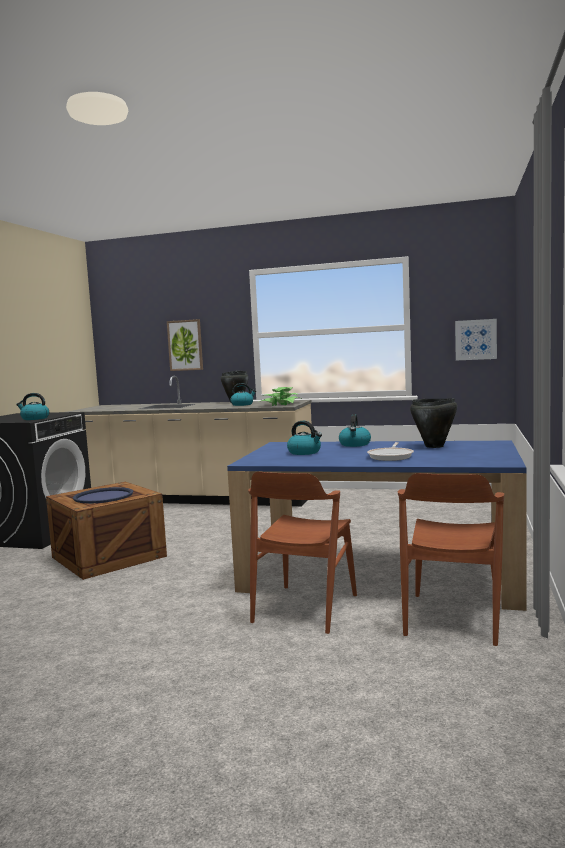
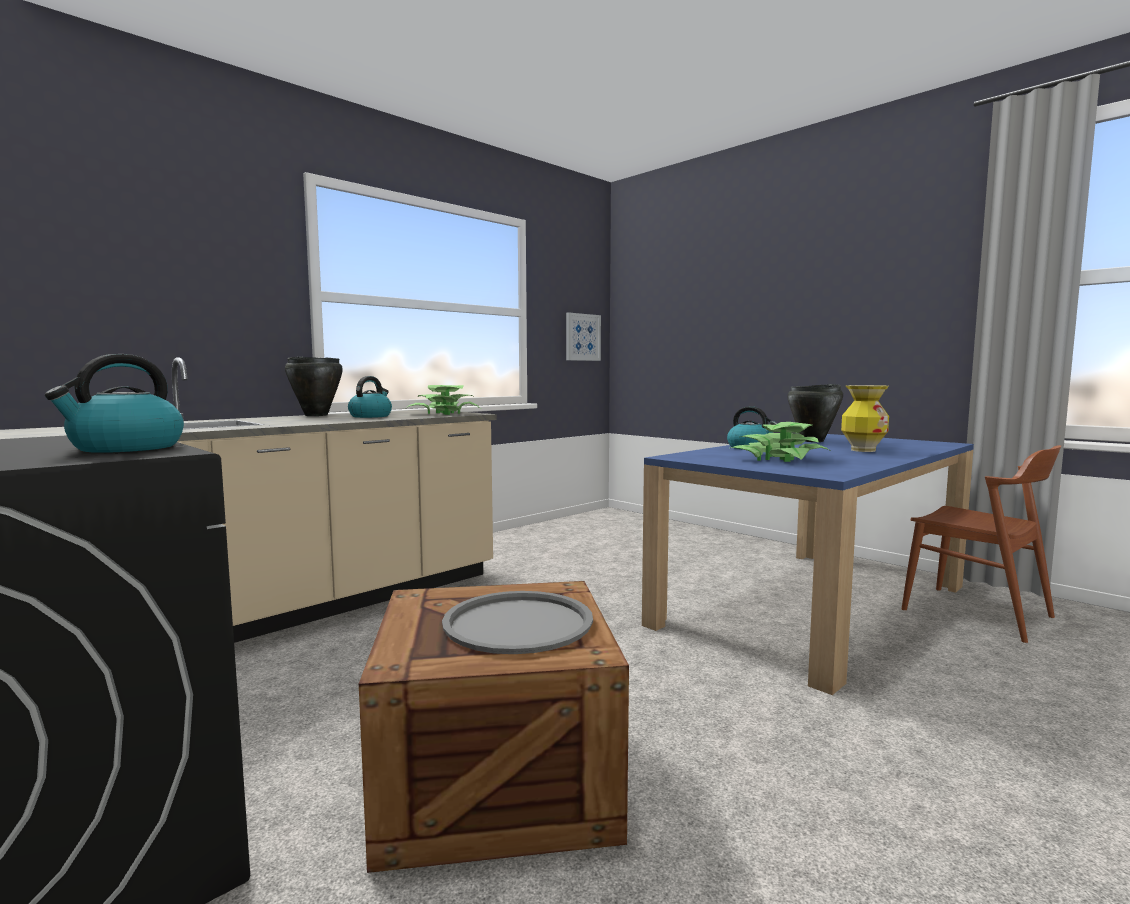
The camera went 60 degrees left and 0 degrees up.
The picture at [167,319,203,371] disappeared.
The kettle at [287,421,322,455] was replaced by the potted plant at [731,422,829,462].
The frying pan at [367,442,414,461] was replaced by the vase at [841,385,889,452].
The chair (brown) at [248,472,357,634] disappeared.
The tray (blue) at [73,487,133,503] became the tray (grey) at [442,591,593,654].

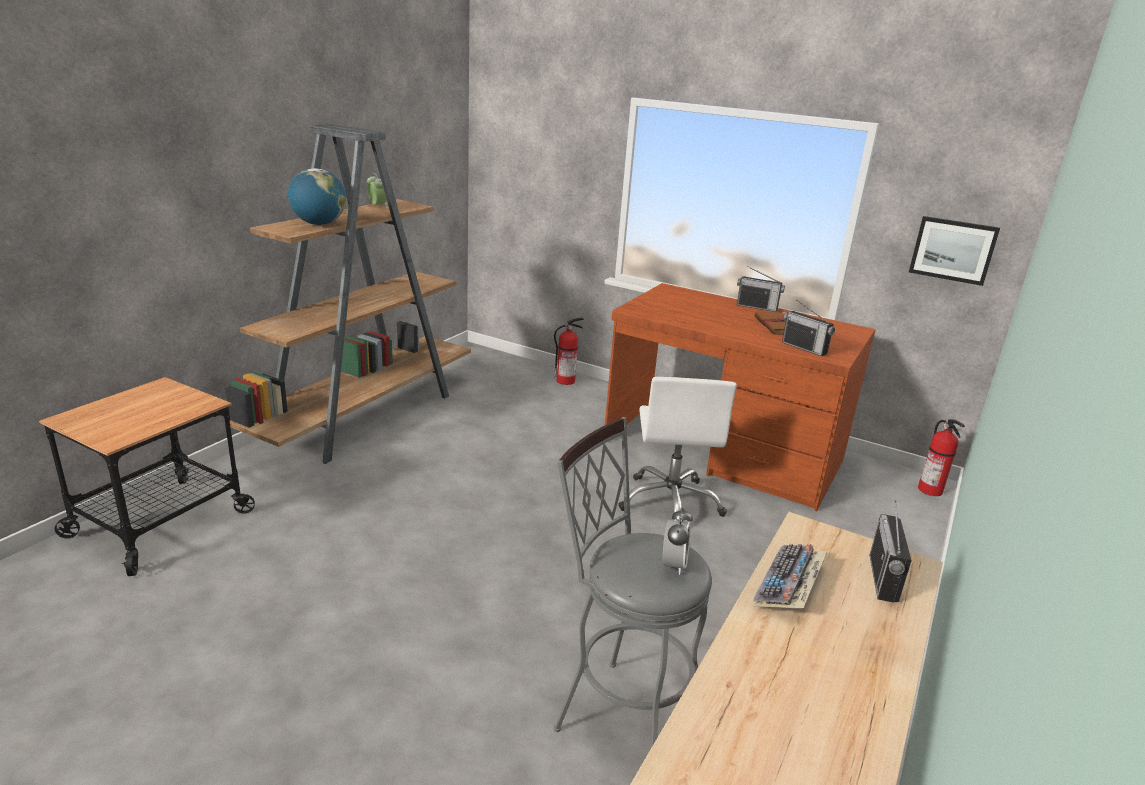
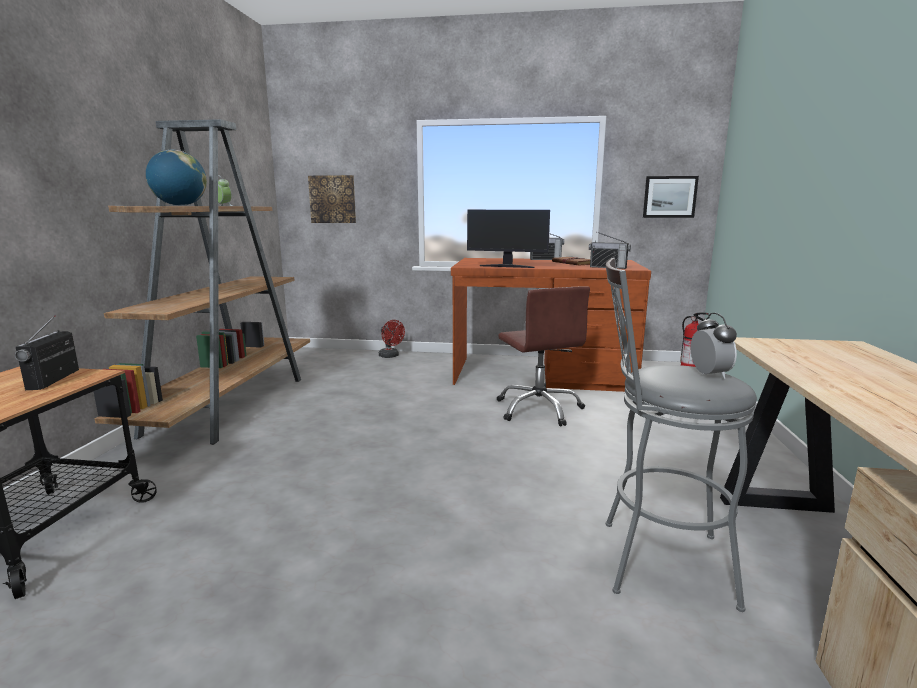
The camera went 20 degrees left and 10 degrees down.
The fire extinguisher at [554,318,584,385] was replaced by the fan (red) at [379,320,405,358].
The office chair (white) at [618,377,737,521] became the office chair (brown) at [497,286,590,426].
The radio moved from [870,500,912,602] to [15,315,79,390].
The keyboard at [752,544,827,608] disappeared.
The picture at [308,175,356,223] appeared.
The monitor at [467,210,550,268] appeared.

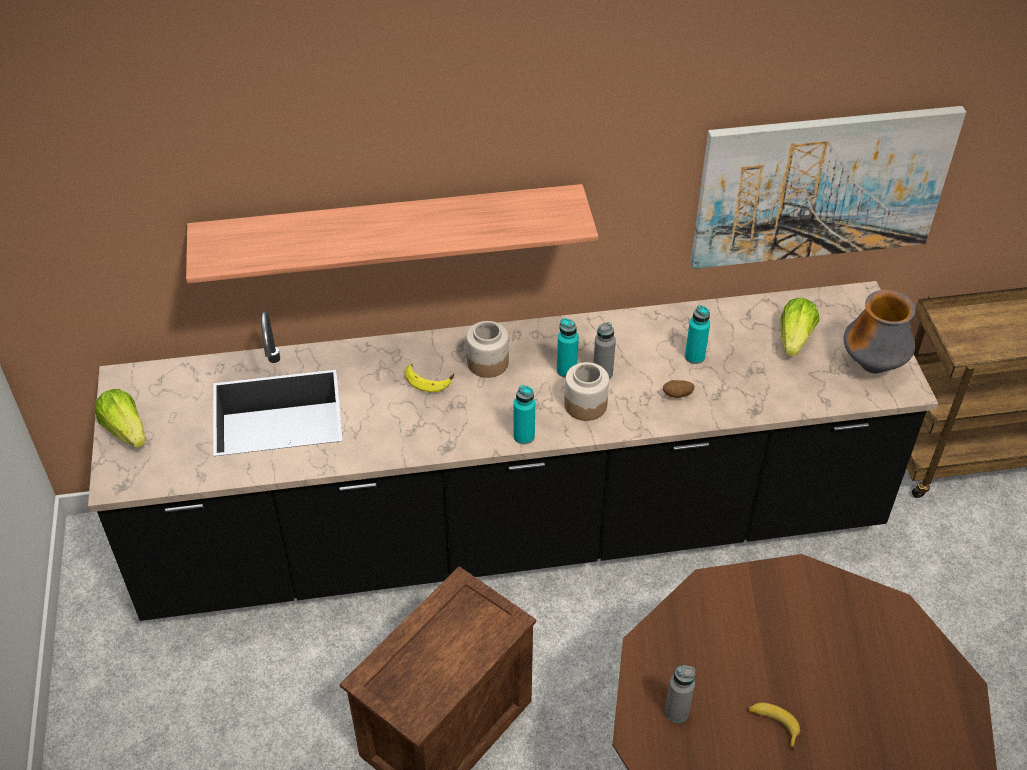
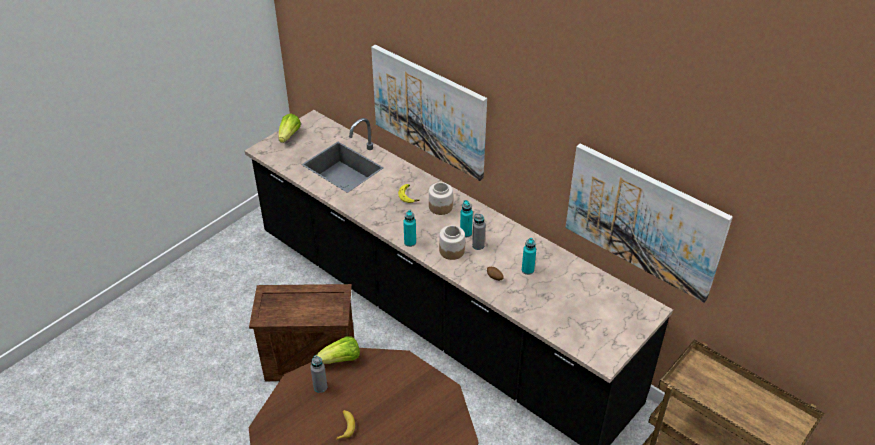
The camera went 50 degrees right and 5 degrees down.
The shelf at [186,184,598,283] was replaced by the picture at [371,45,487,181].
The vase at [843,290,916,373] disappeared.
The lettuce moved from [780,298,819,357] to [317,336,360,364].

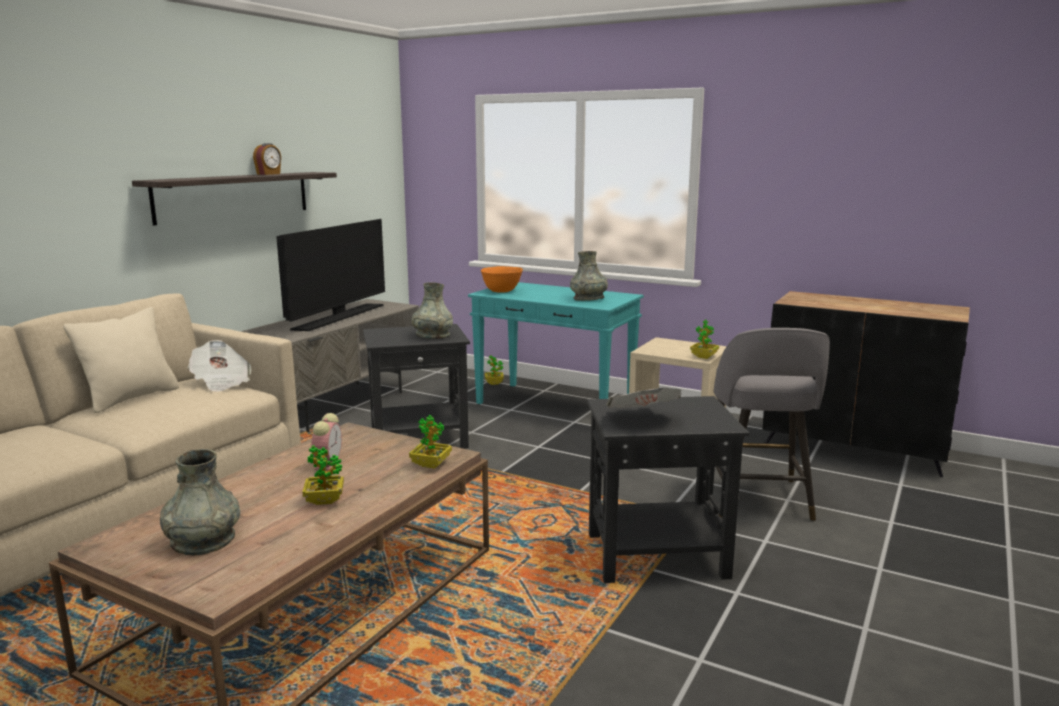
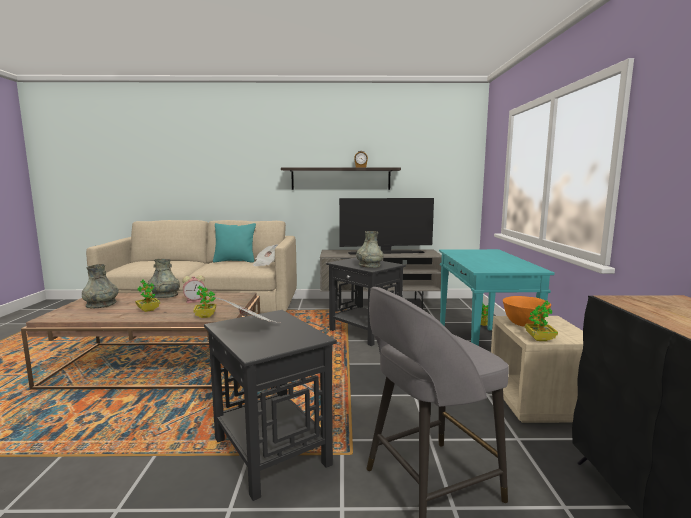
The camera went 60 degrees right and 5 degrees down.
The vase (grey) moved from [570,251,608,301] to [148,259,180,298].
The bowl (orange) moved from [481,266,523,293] to [503,296,551,327].
The pillow (beige) at [64,307,179,413] became the pillow (turquoise) at [213,223,256,263].

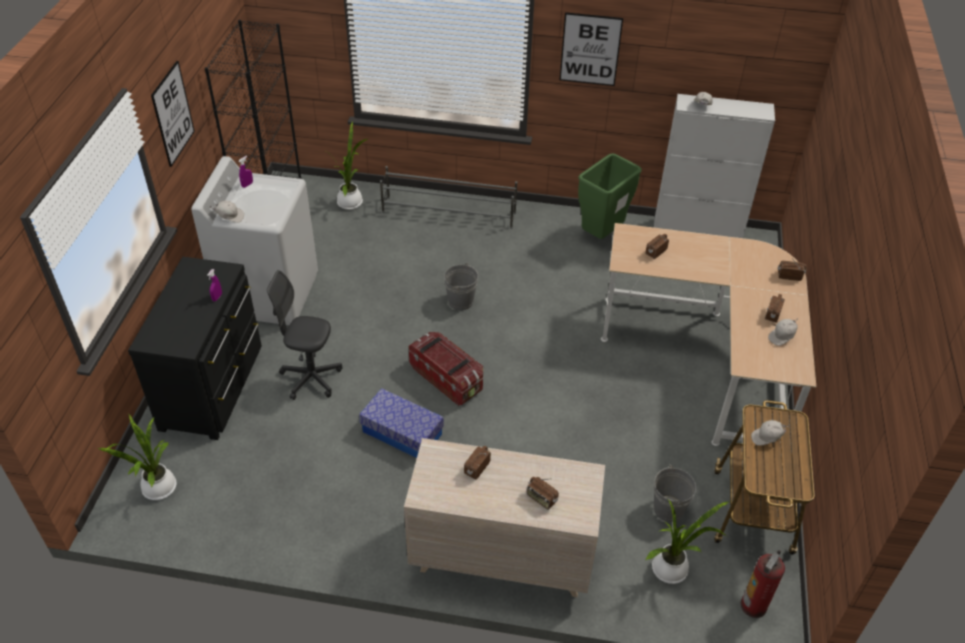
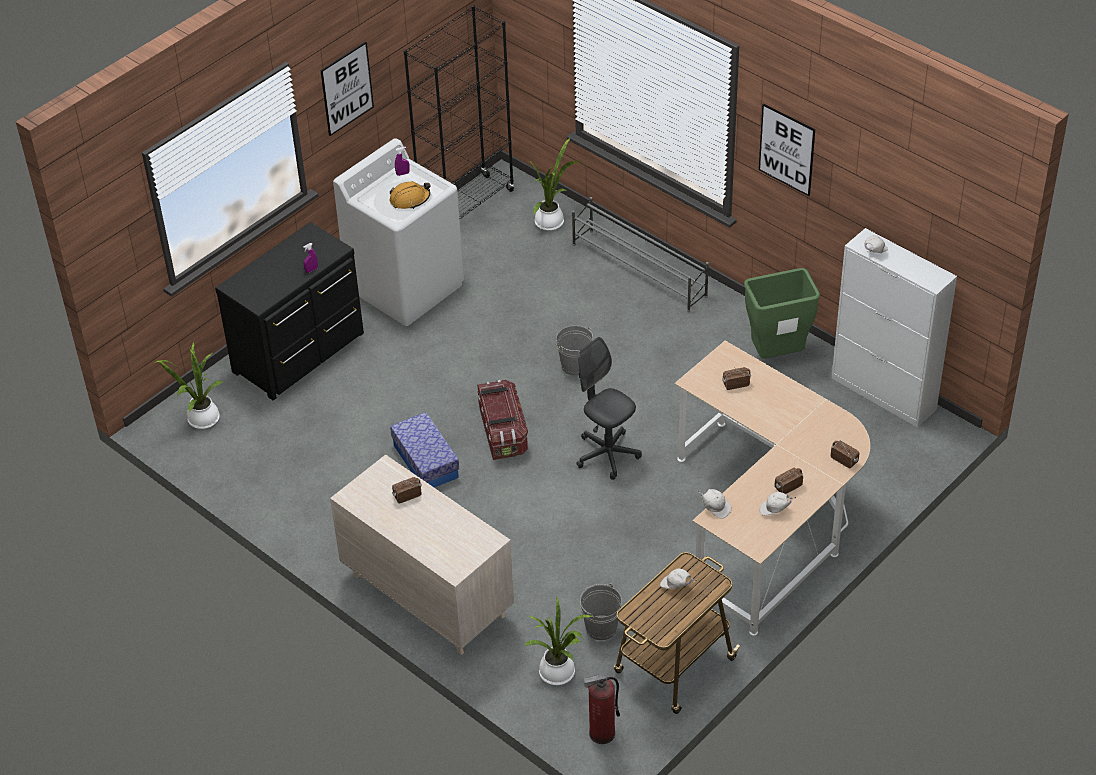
The camera went 35 degrees right and 0 degrees up.
The cap (white) moved from [209,201,244,223] to [697,489,732,519].
The office chair (grey) moved from [267,270,342,400] to [576,337,642,480].
The radio at [527,477,559,510] disappeared.
The hard hat (orange) at [390,181,431,209] appeared.

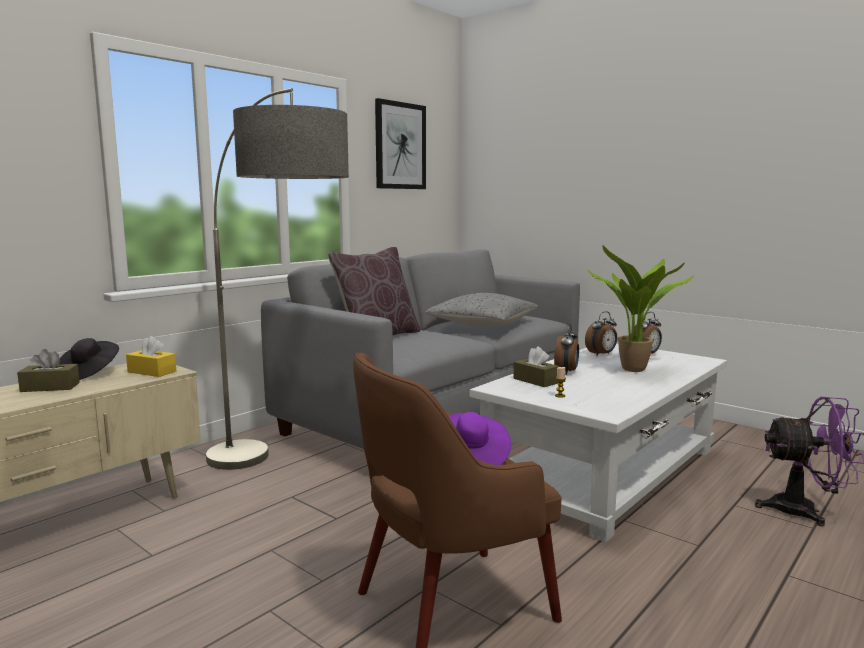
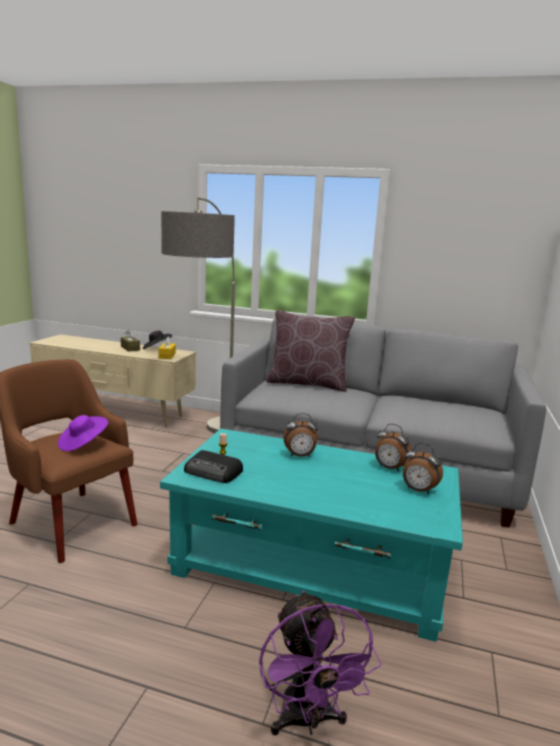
The camera went 65 degrees right and 5 degrees up.
The picture at [375,98,426,189] disappeared.
The potted plant at [588,245,694,372] disappeared.
The pillow (grey) at [426,293,538,327] disappeared.
The coffee table (white) at [470,343,727,542] became the coffee table (turquoise) at [160,428,463,642].
The tissue box (brown) at [514,347,559,387] disappeared.
The radio at [184,450,243,483] appeared.

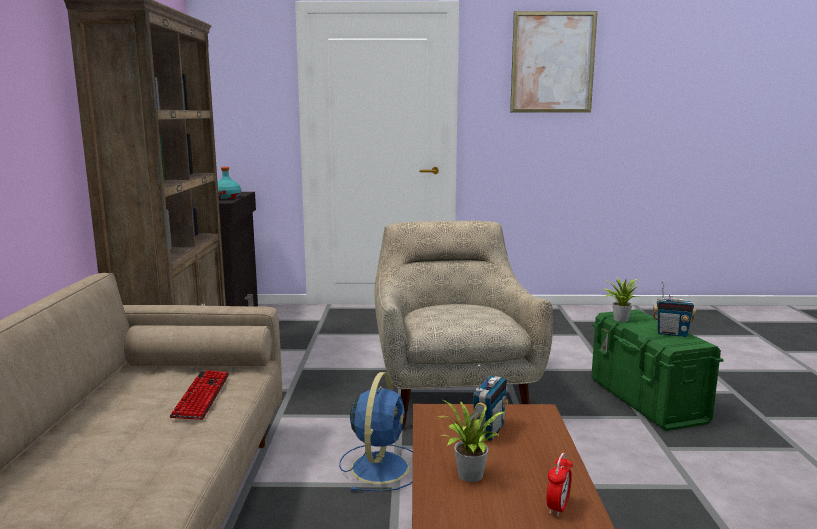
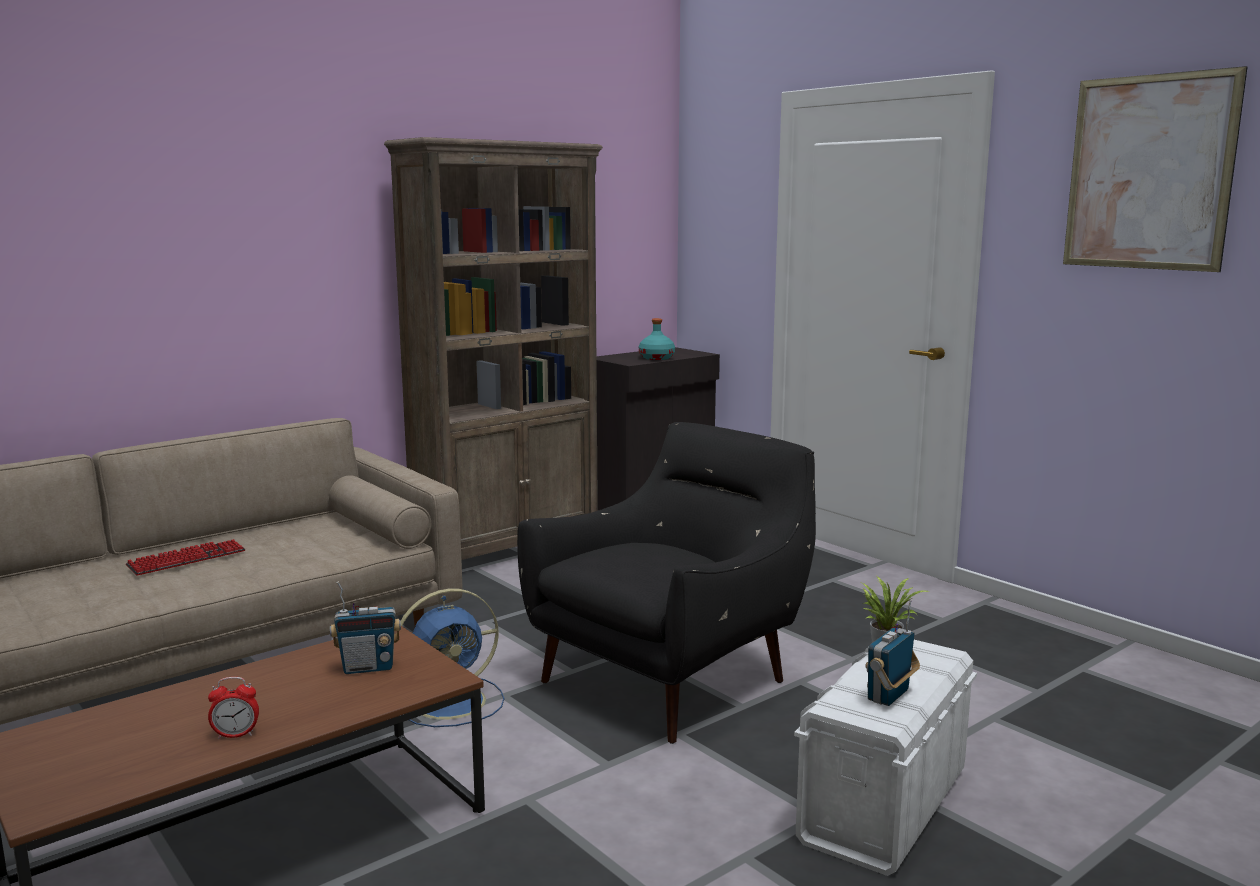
The camera went 50 degrees right and 0 degrees up.
The armchair (beige) at [375,221,553,429] became the armchair (black) at [517,422,816,744].
The radio at [653,281,696,337] turned 60 degrees clockwise.
The storage box (green) at [591,309,724,431] became the storage box (white) at [794,640,977,876].
The keyboard moved from [169,370,229,420] to [126,539,246,576].
The potted plant at [438,399,504,482] disappeared.

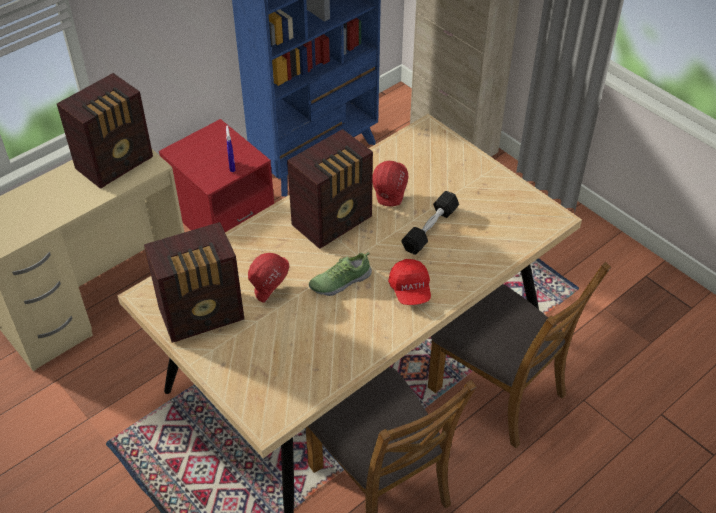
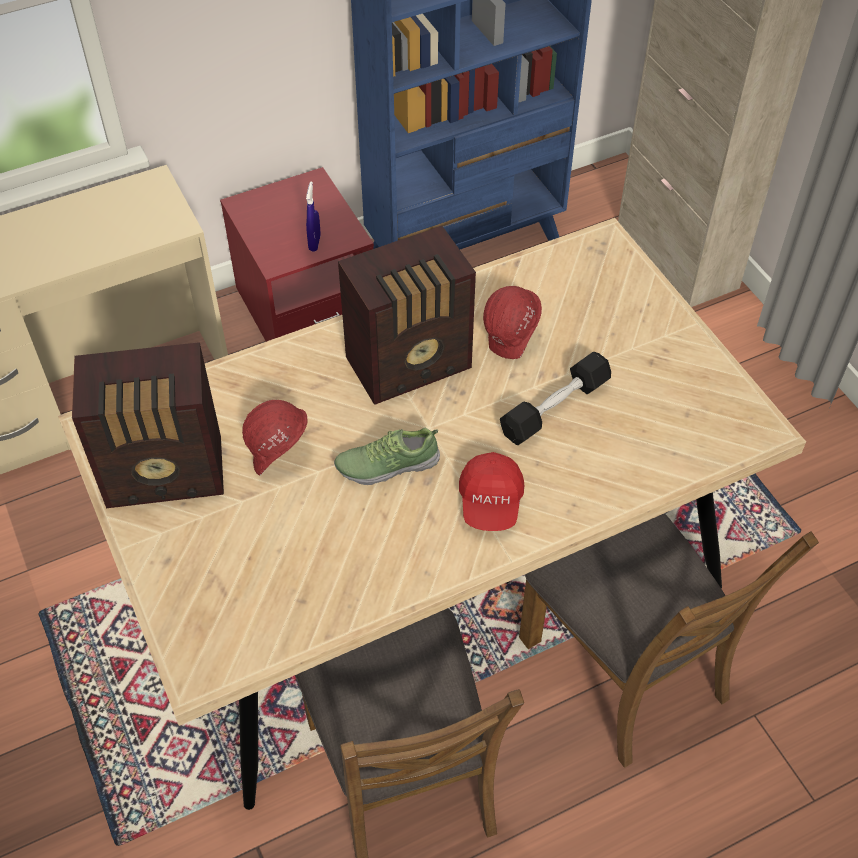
The camera went 15 degrees right and 5 degrees up.
The radio at [57,73,153,189] disappeared.

